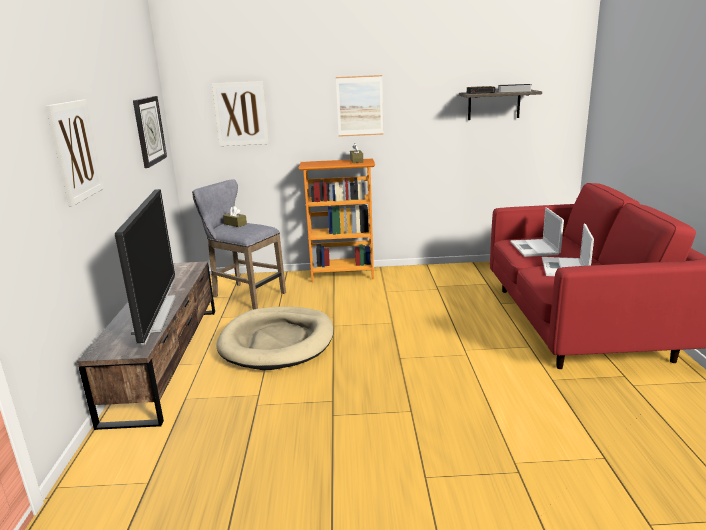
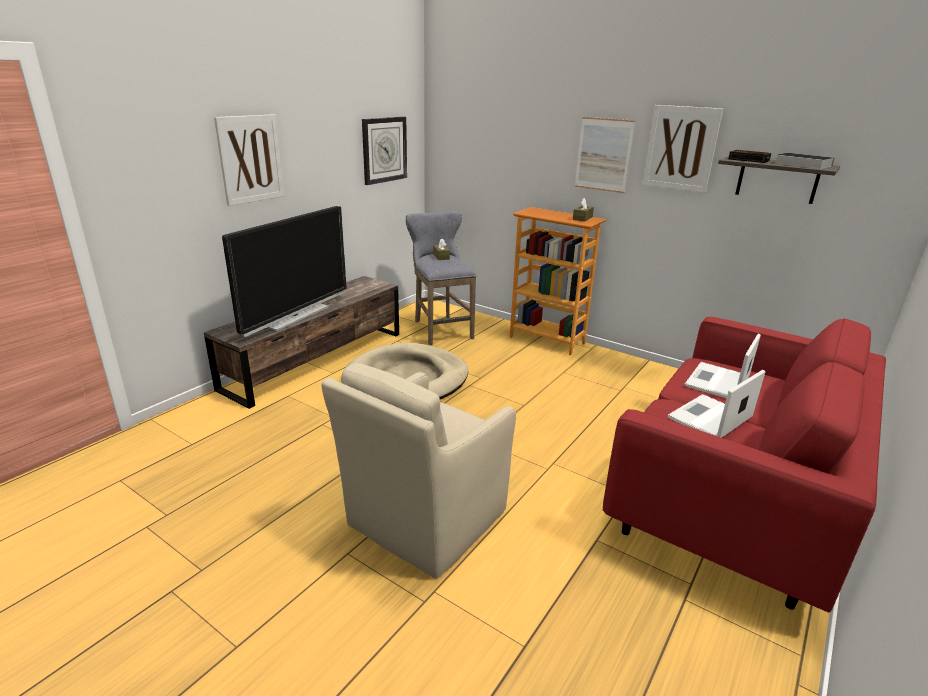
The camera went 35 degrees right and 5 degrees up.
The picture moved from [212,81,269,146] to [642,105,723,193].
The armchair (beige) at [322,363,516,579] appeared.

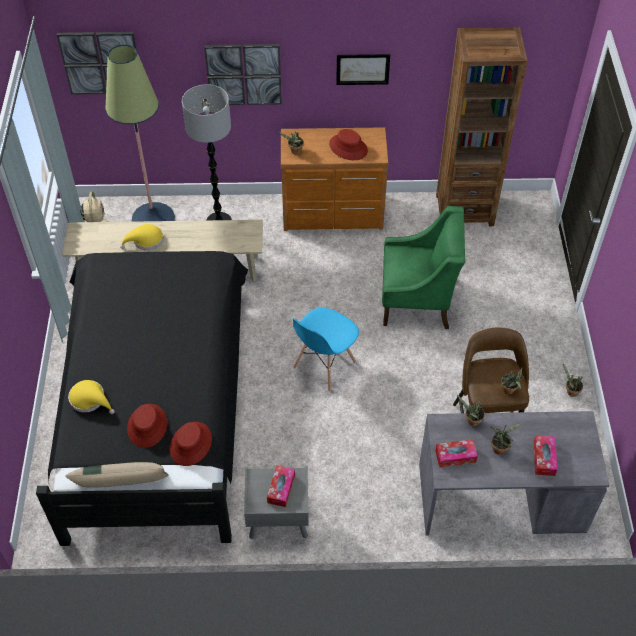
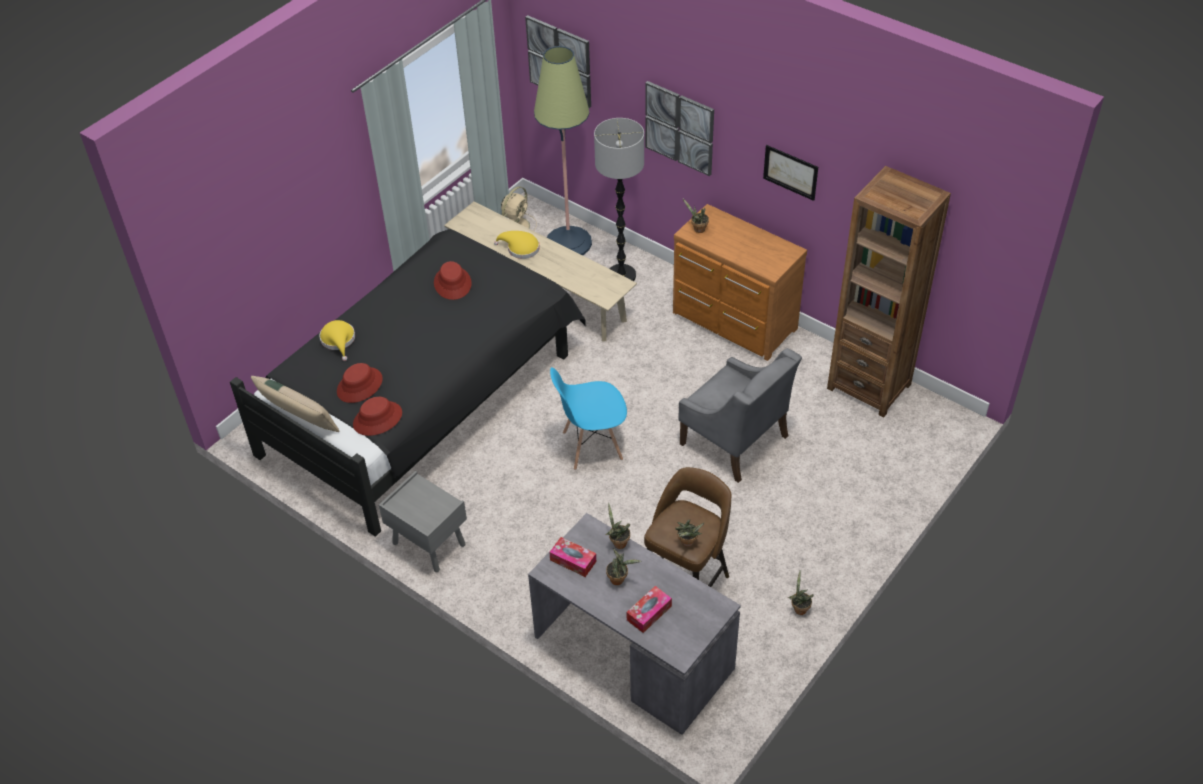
The camera went 40 degrees right and 5 degrees down.
The hat (red) moved from [329,129,368,160] to [434,261,472,300].
The armchair (green) at [382,206,465,329] became the armchair (grey) at [678,348,802,483].
The tissue box at [267,466,295,507] disappeared.

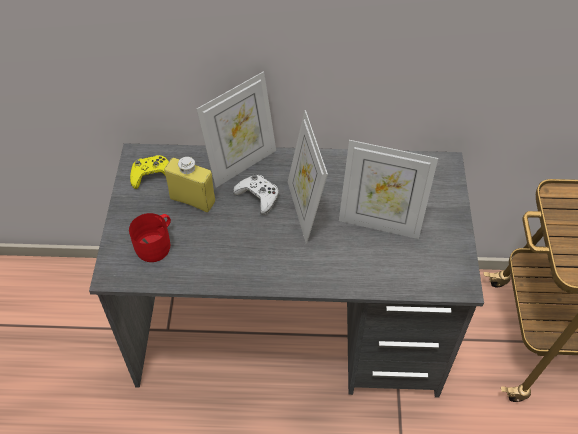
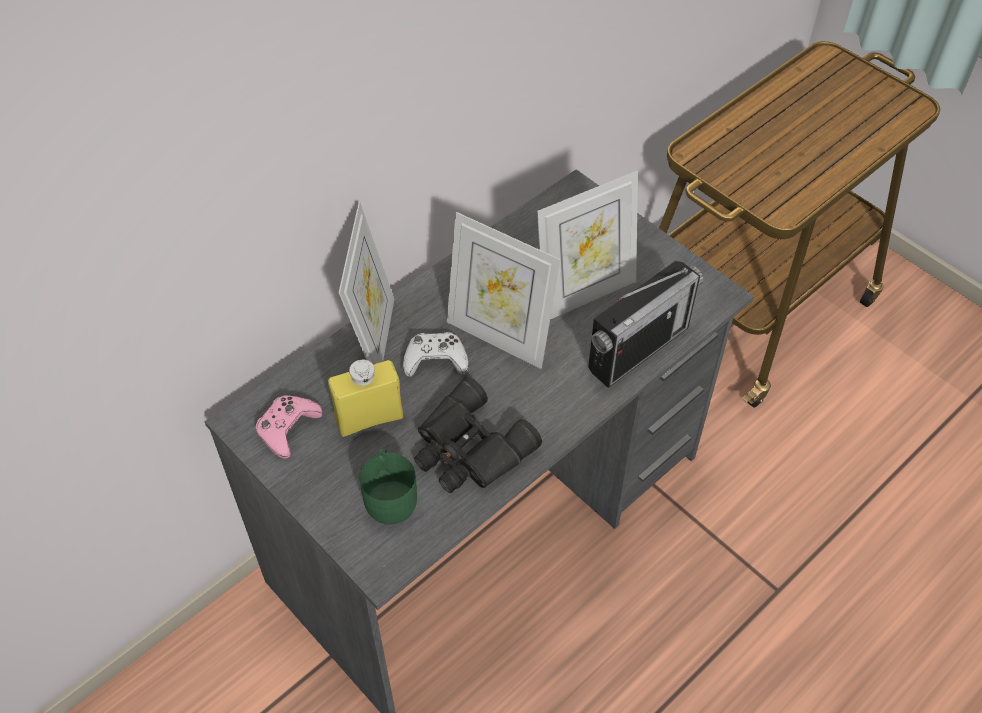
The camera went 45 degrees left and 0 degrees up.
The game controller (yellow) at [130,155,169,189] became the game controller (pink) at [256,395,323,459].
The mug (red) at [129,213,171,262] became the mug (green) at [359,449,417,525].
The radio at [588,261,703,388] appeared.
The binoculars (black) at [414,377,542,493] appeared.

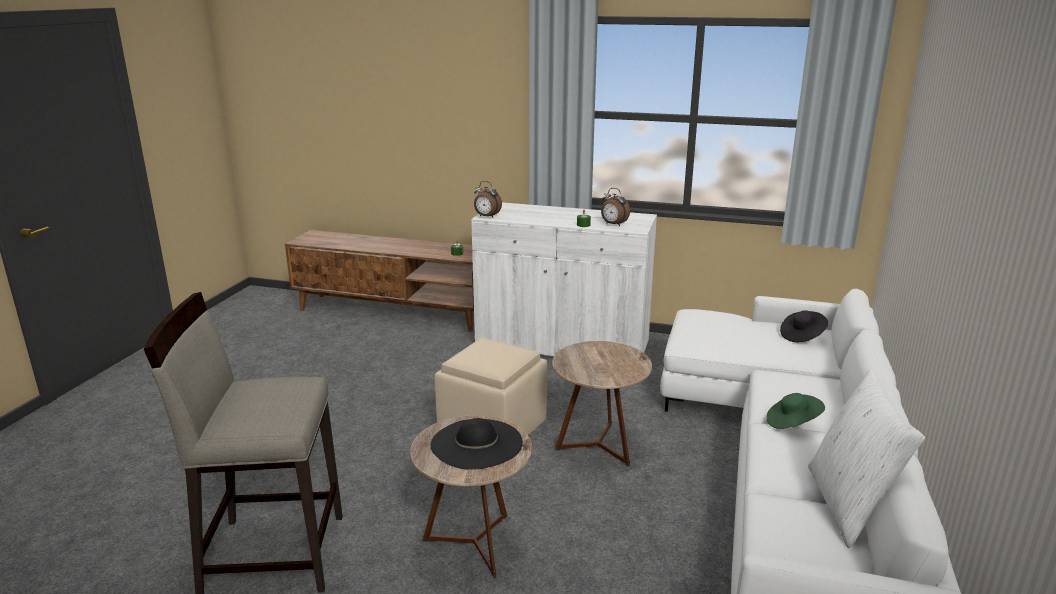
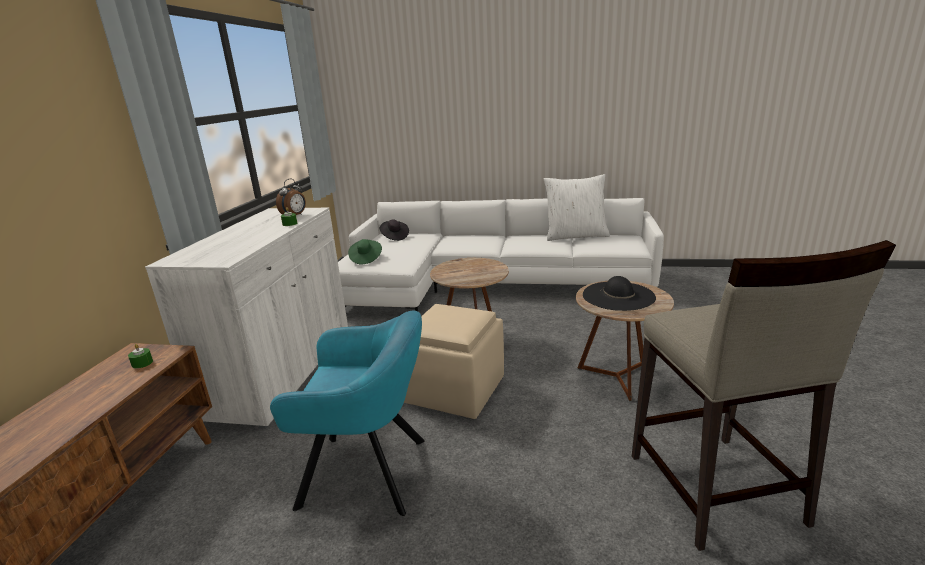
The camera went 95 degrees left and 0 degrees up.
The alarm clock at [474,181,502,217] disappeared.
The hat (green) moved from [766,393,825,429] to [348,239,382,264].
The armchair (turquoise) at [270,311,425,516] appeared.

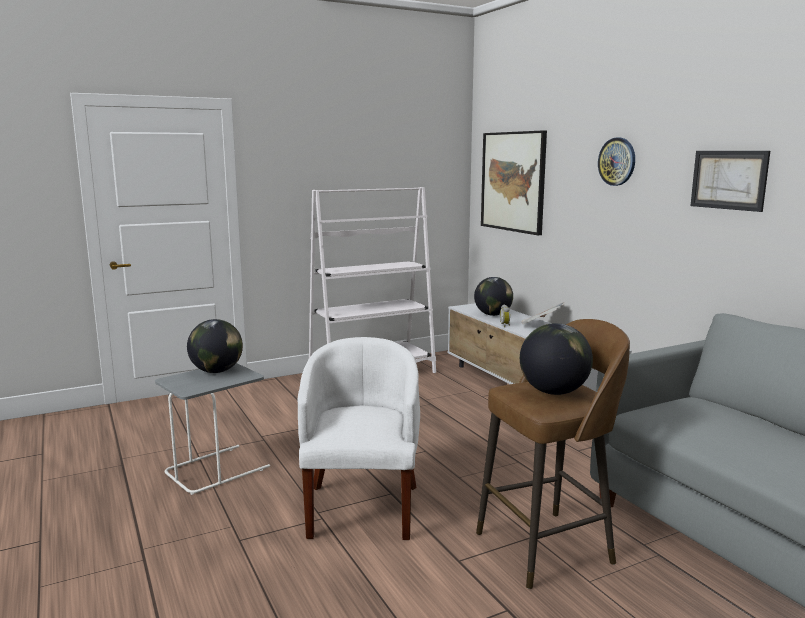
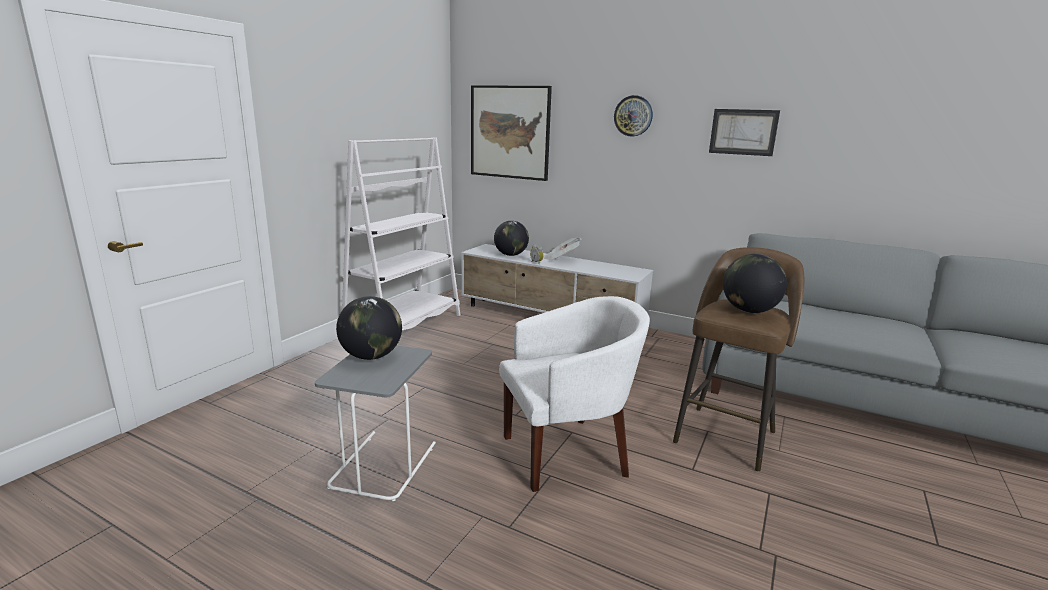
The camera went 35 degrees left and 5 degrees up.
The armchair (white) at [298,337,420,540] turned 105 degrees clockwise.

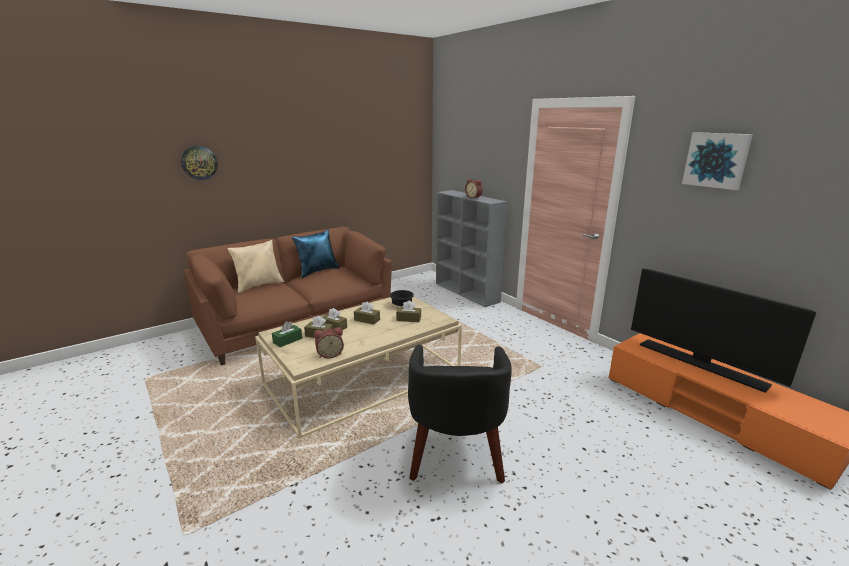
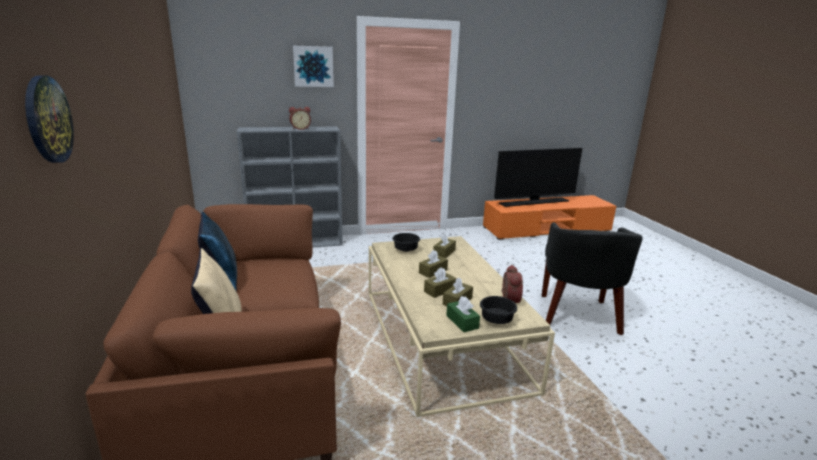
The camera went 70 degrees left and 0 degrees up.
The picture moved from [682,132,753,190] to [293,46,334,87].
The armchair (black) at [408,344,512,484] turned 75 degrees clockwise.
The bowl (black) at [480,296,517,324] appeared.

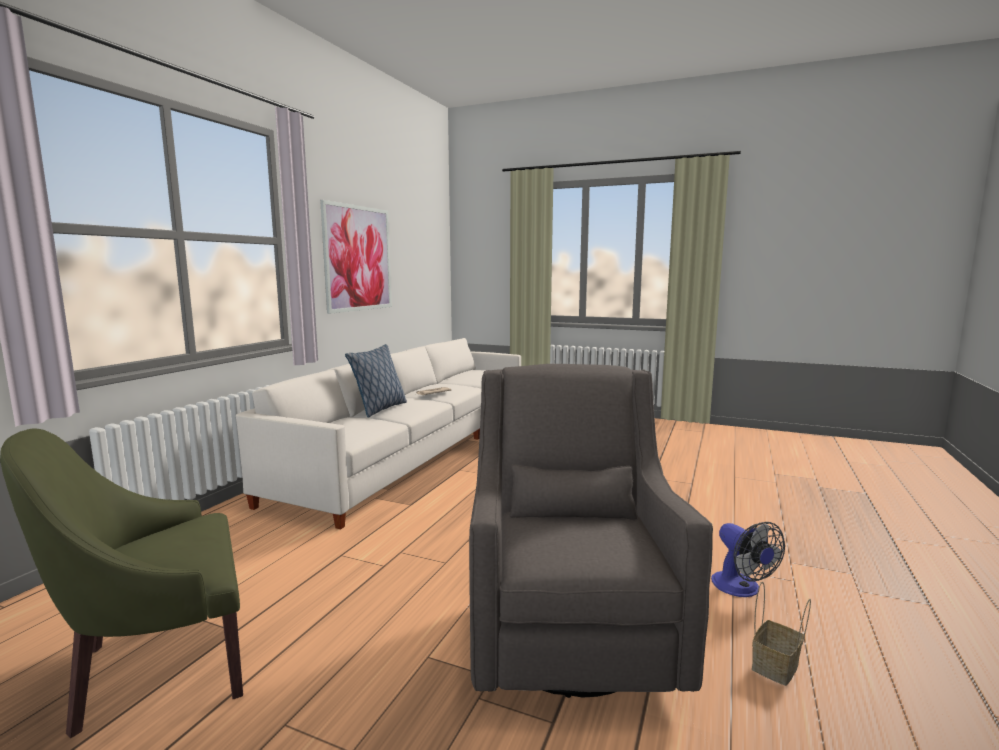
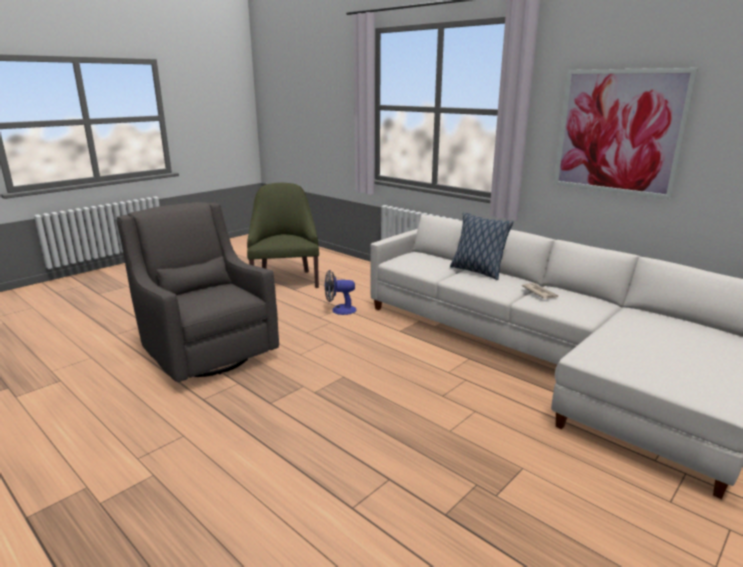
The camera went 110 degrees right and 10 degrees up.
The armchair (grey) at [469,364,713,698] turned 150 degrees counterclockwise.
The fan moved from [711,522,785,597] to [325,270,356,315].
The basket at [752,582,811,686] disappeared.

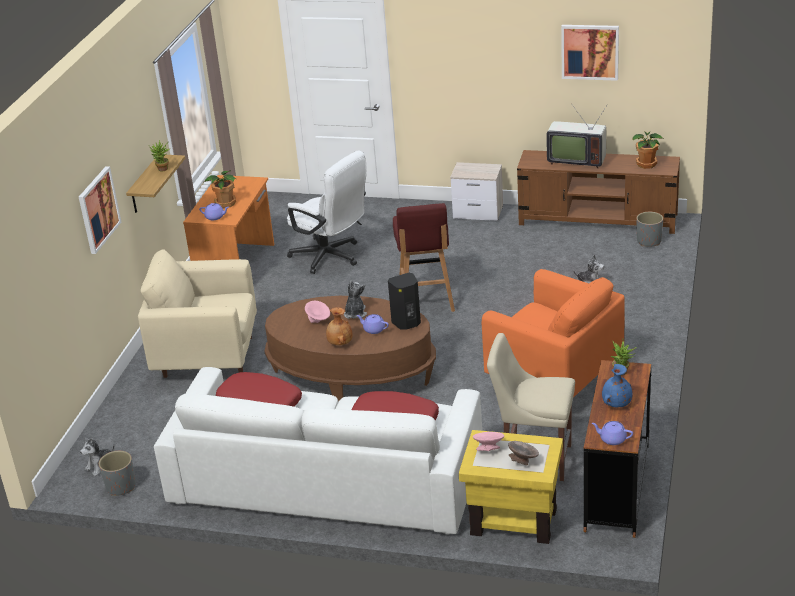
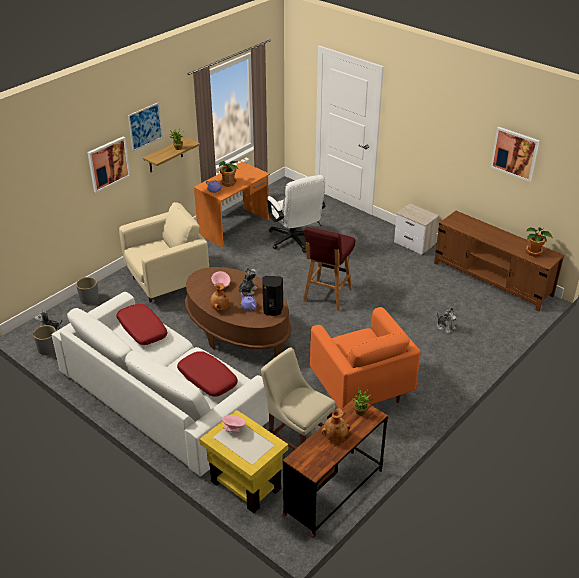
The camera went 25 degrees right and 5 degrees up.
The television at [547,106,606,168] disappeared.
The planter (grey) moved from [636,212,663,247] to [76,277,99,305].
The armchair (beige) at [138,250,257,378] turned 120 degrees clockwise.
The vase (blue) at [602,364,632,407] became the vase (brown) at [321,408,350,441].
The teapot (purple) at [592,421,633,445] disappeared.
The bowl (grey) at [508,441,539,466] disappeared.
The picture at [128,102,163,151] appeared.

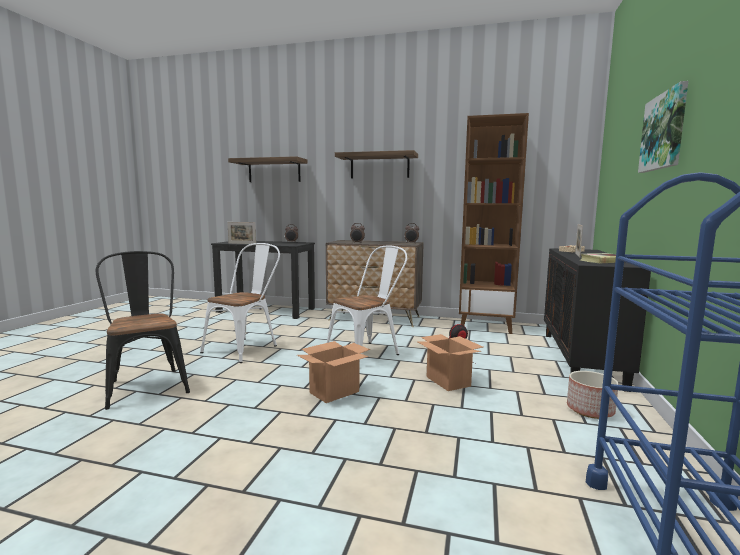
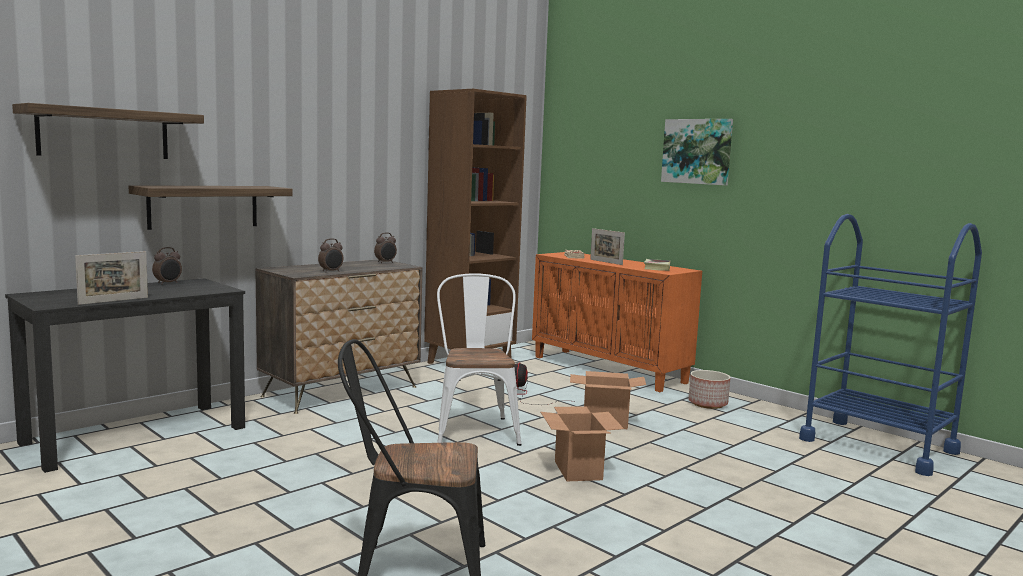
The camera went 60 degrees left and 0 degrees up.
The shelf moved from [335,150,418,178] to [128,185,293,230].
The chair (white) at [200,243,280,363] disappeared.
The cabinet (black) at [544,248,651,392] became the cabinet (orange) at [532,252,702,392].

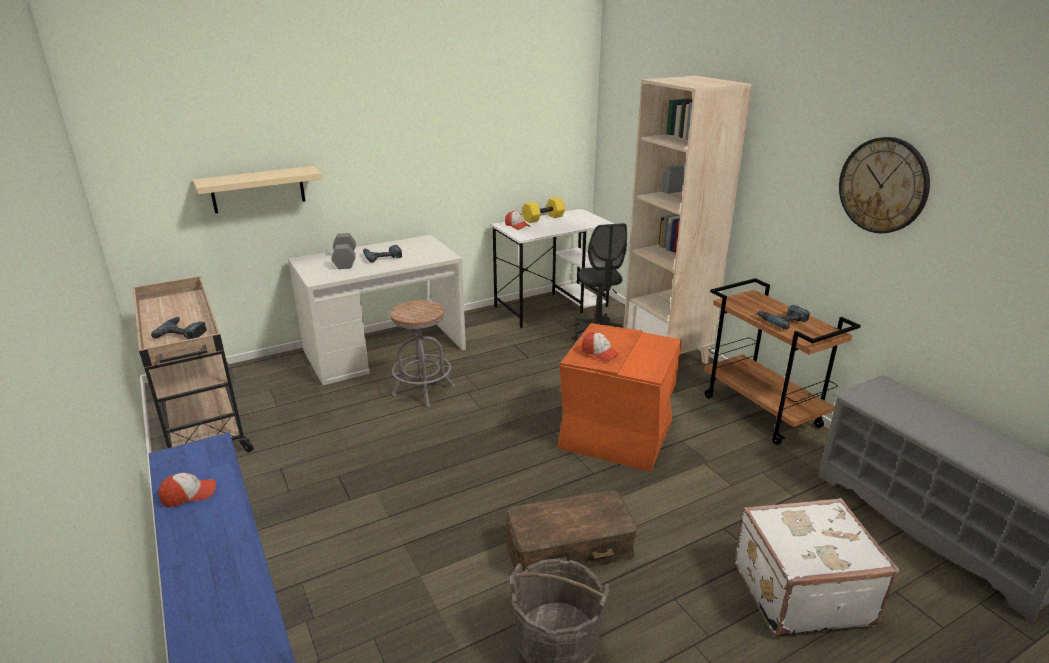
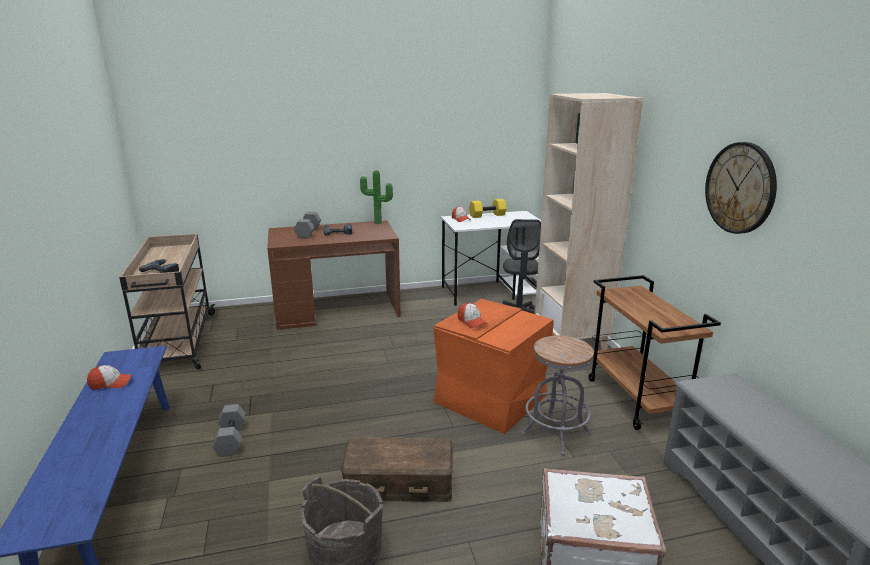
The camera went 15 degrees right and 5 degrees down.
The shelf (beige) at [193,166,323,213] disappeared.
The desk (white) at [288,235,466,385] became the desk (brown) at [267,220,401,330].
The stool (grey) moved from [390,300,455,407] to [521,336,594,456].
The power drill at [756,305,810,329] disappeared.
The potted plant at [360,170,393,224] appeared.
The dumbbell (grey) at [212,404,246,457] appeared.

